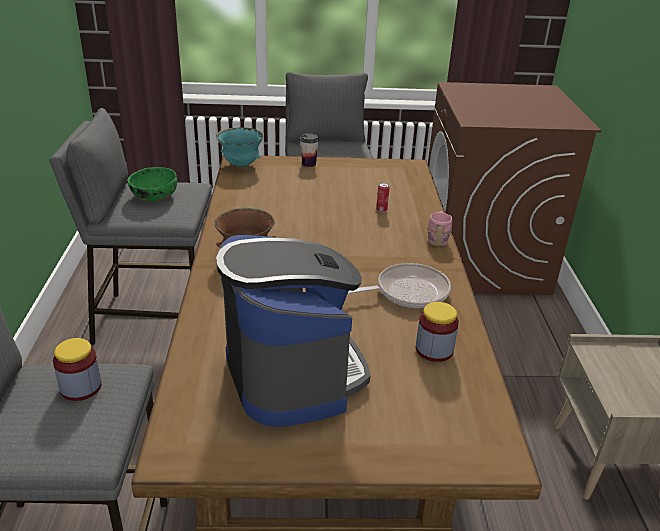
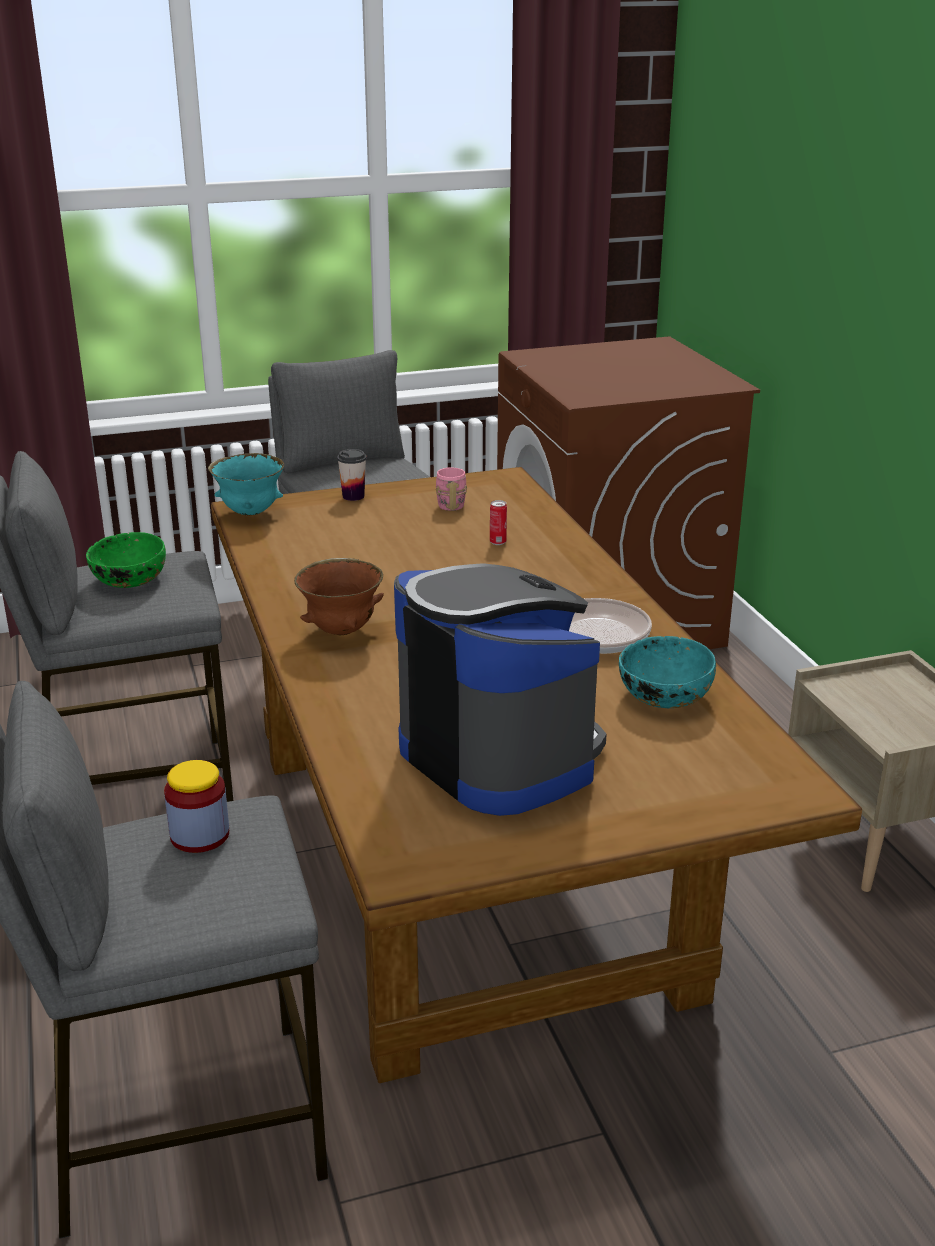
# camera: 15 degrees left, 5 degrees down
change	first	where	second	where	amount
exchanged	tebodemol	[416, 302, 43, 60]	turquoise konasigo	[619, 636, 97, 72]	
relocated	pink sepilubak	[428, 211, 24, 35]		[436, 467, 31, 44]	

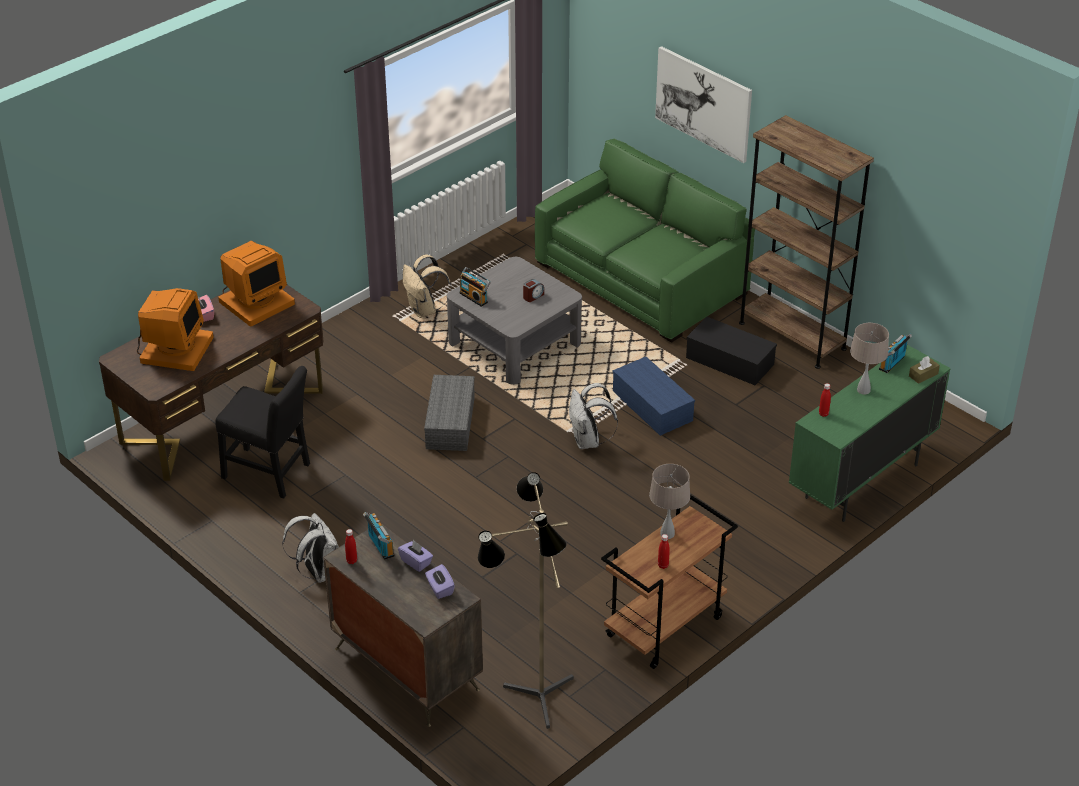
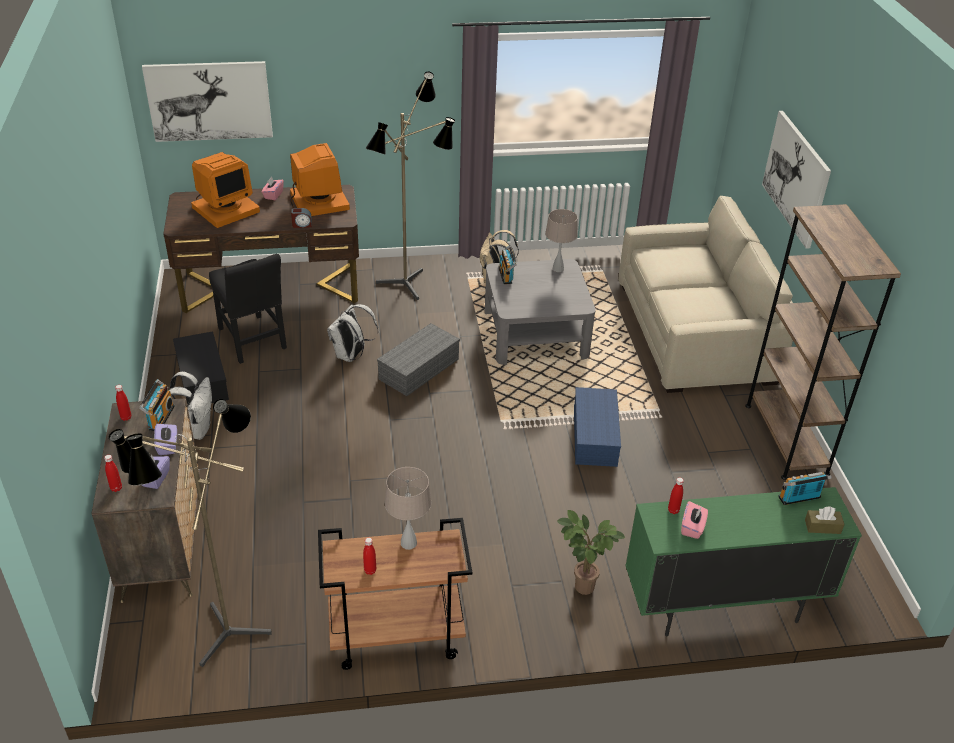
# camera: 35 degrees right, 0 degrees up
change	first	where	second	where	amount
spun	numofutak	[218, 240, 77, 86]		[290, 143, 60, 73]	105 degrees counterclockwise
relocated	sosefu	[523, 279, 21, 23]		[291, 208, 21, 20]	
colour	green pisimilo	[535, 139, 220, 204]	beige pisimilo	[618, 195, 175, 198]	
relocated	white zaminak	[569, 383, 49, 66]		[327, 304, 51, 58]	
relocated	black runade	[686, 317, 91, 68]		[173, 331, 56, 73]	
relocated	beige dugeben	[850, 323, 39, 72]		[545, 209, 33, 63]	
appeared			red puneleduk	[104, 455, 18, 37]	
appeared			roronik	[142, 61, 131, 81]	
appeared			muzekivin	[365, 72, 90, 228]	
appeared			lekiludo	[557, 510, 68, 85]	
appeared			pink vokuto	[681, 501, 27, 38]	

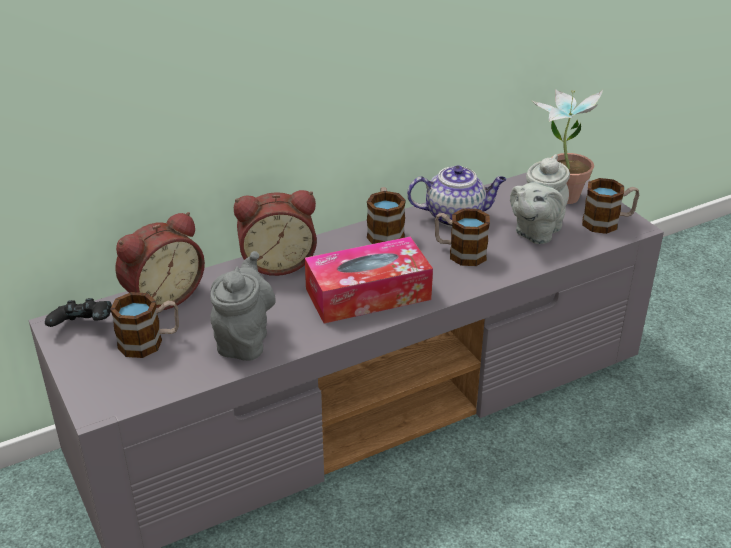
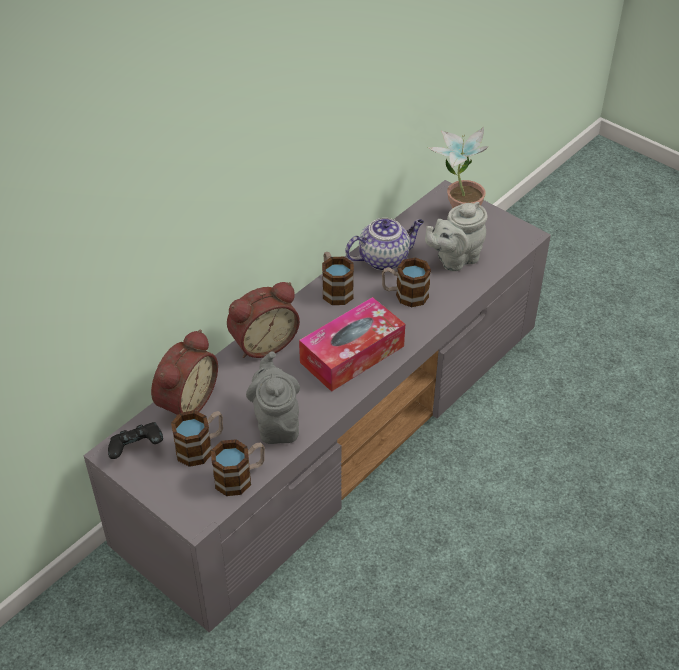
# camera: 20 degrees left, 10 degrees up
change	first	where	second	where	amount
spun	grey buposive	[510, 154, 60, 90]		[425, 202, 63, 69]	45 degrees clockwise
relocated	sepilubak	[582, 178, 57, 56]		[211, 439, 54, 57]	

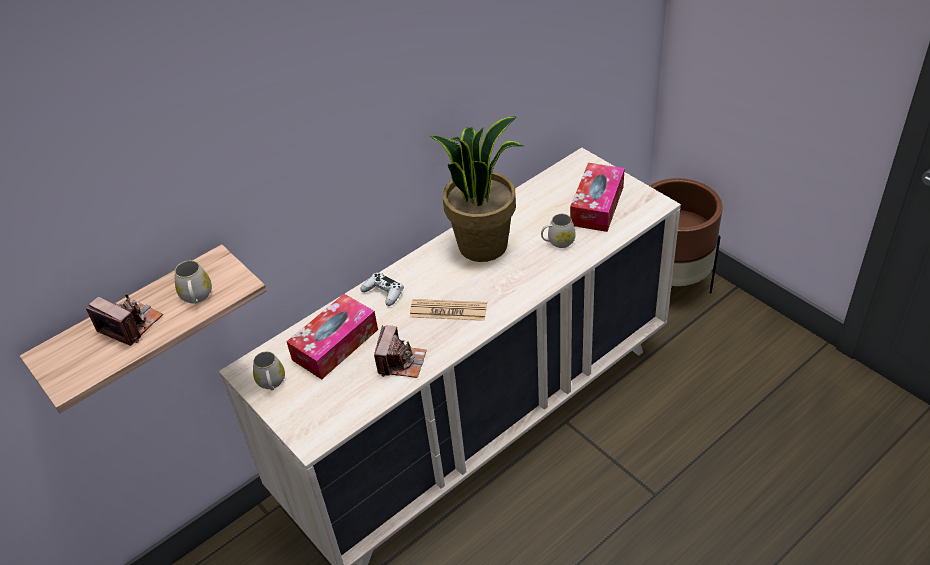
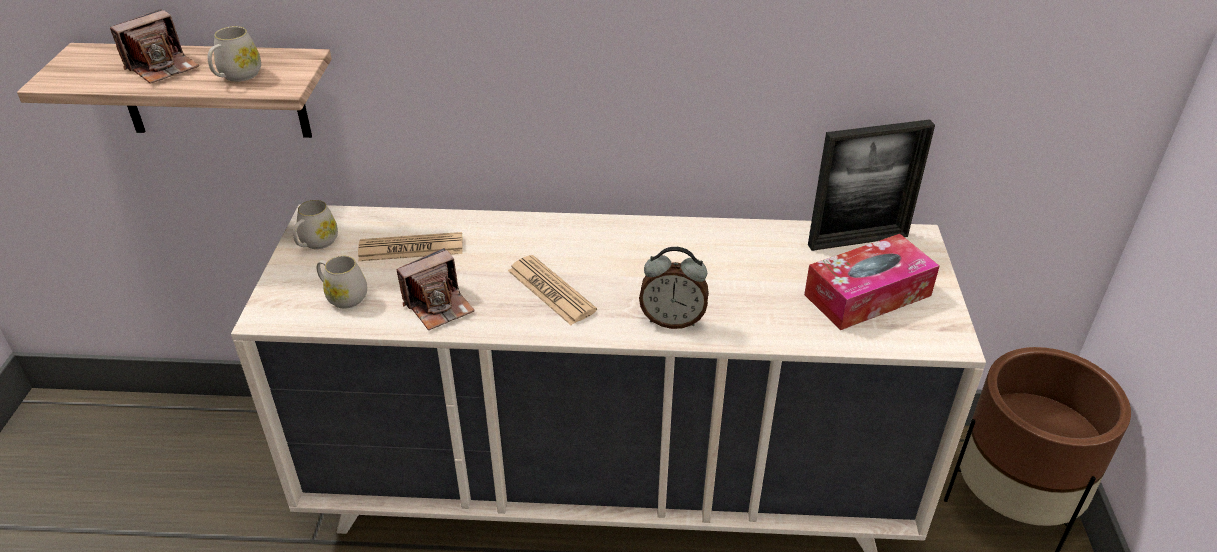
# camera: 40 degrees right, 5 degrees down
change	first	where	second	where	amount
spun	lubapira	[86, 293, 77, 53]		[110, 9, 89, 75]	60 degrees clockwise
exchanged	vokuto	[286, 294, 92, 85]	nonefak	[358, 232, 105, 29]	
missing	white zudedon	[360, 273, 44, 33]			
missing	lekiludo	[430, 116, 93, 146]			
relocated	white sepilubak	[541, 214, 35, 34]		[317, 256, 50, 52]	
appeared			sosefu	[639, 247, 70, 82]	
appeared			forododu	[808, 119, 127, 132]	

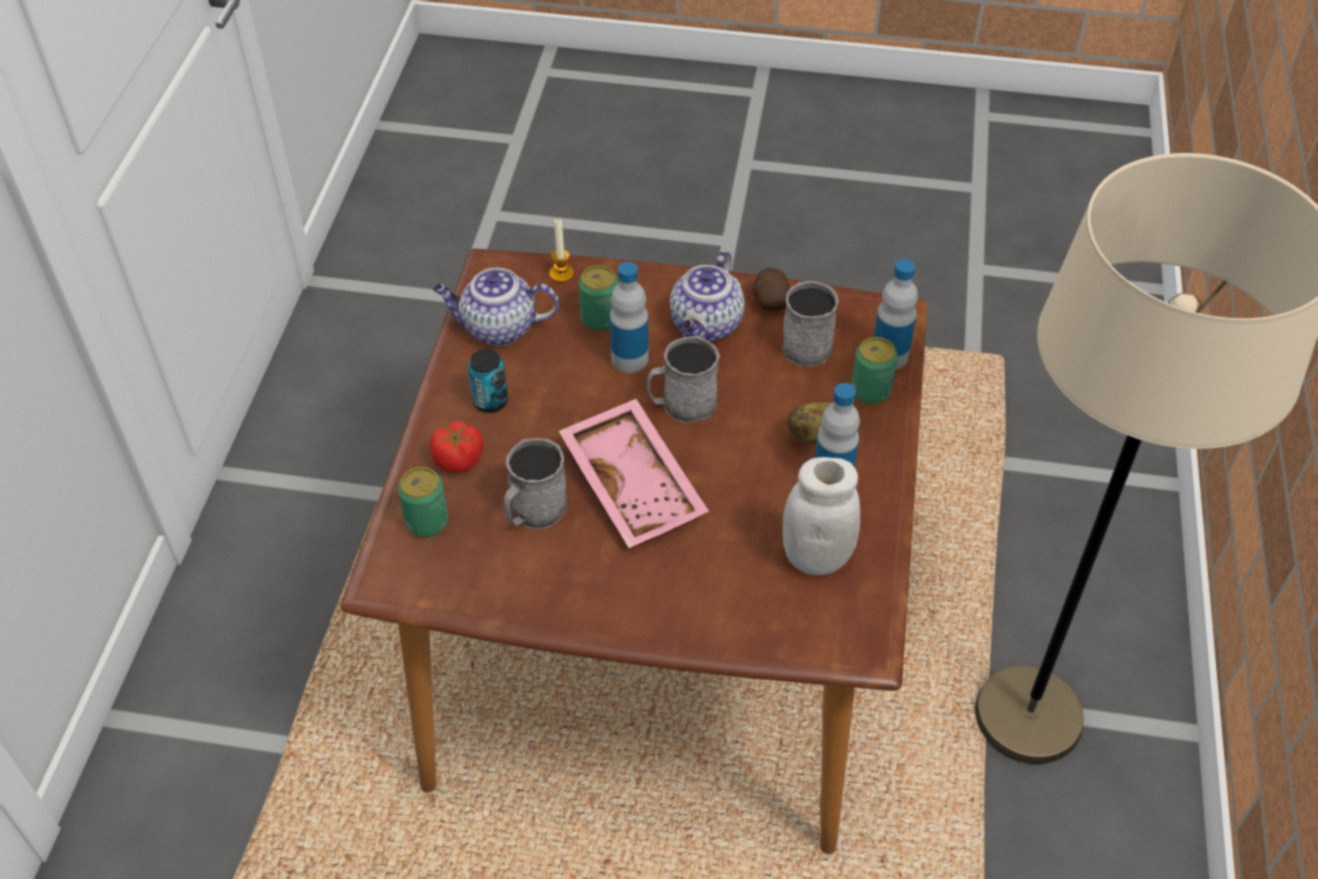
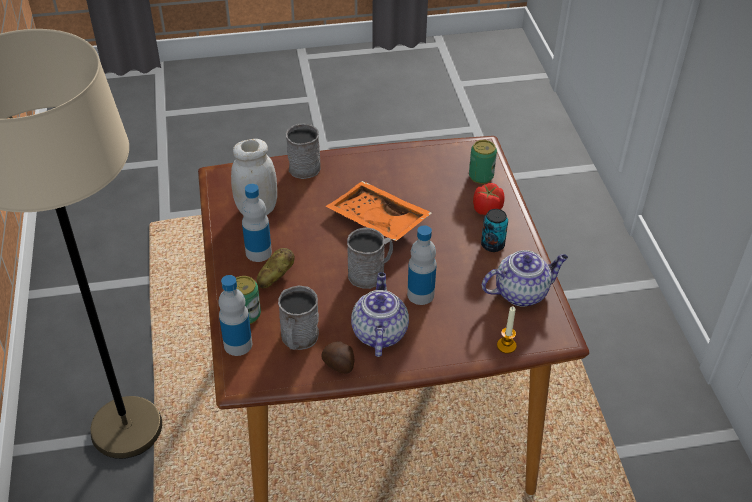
# camera: 160 degrees right, 5 degrees down
change	first	where	second	where	amount
relocated	grey sepilubak	[503, 438, 64, 92]		[286, 124, 35, 55]	
colour	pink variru	[559, 399, 150, 149]	orange variru	[326, 181, 106, 60]	
missing	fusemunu	[579, 265, 39, 67]			

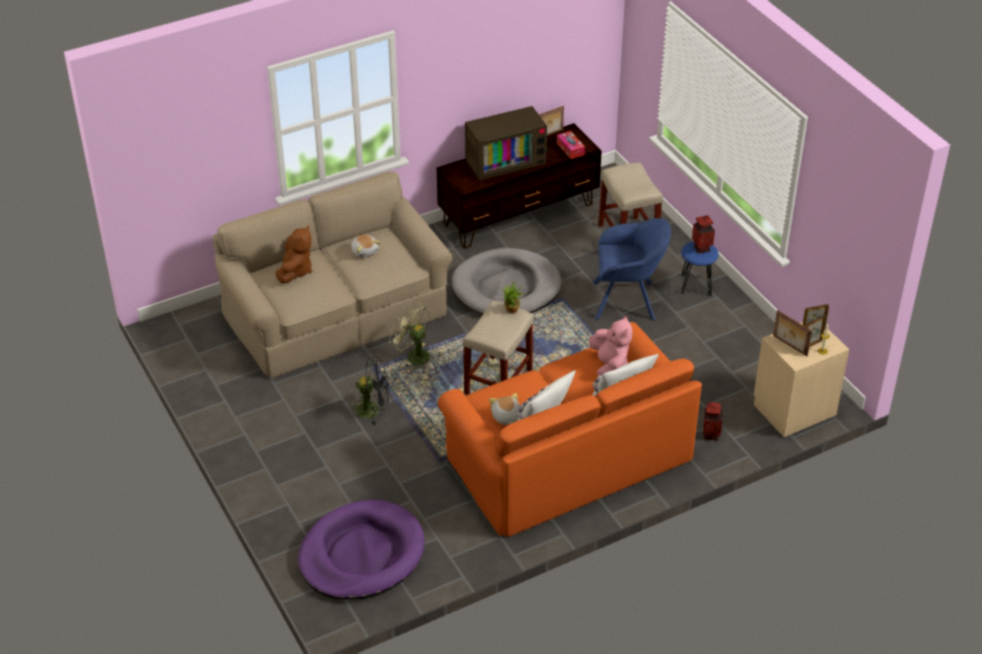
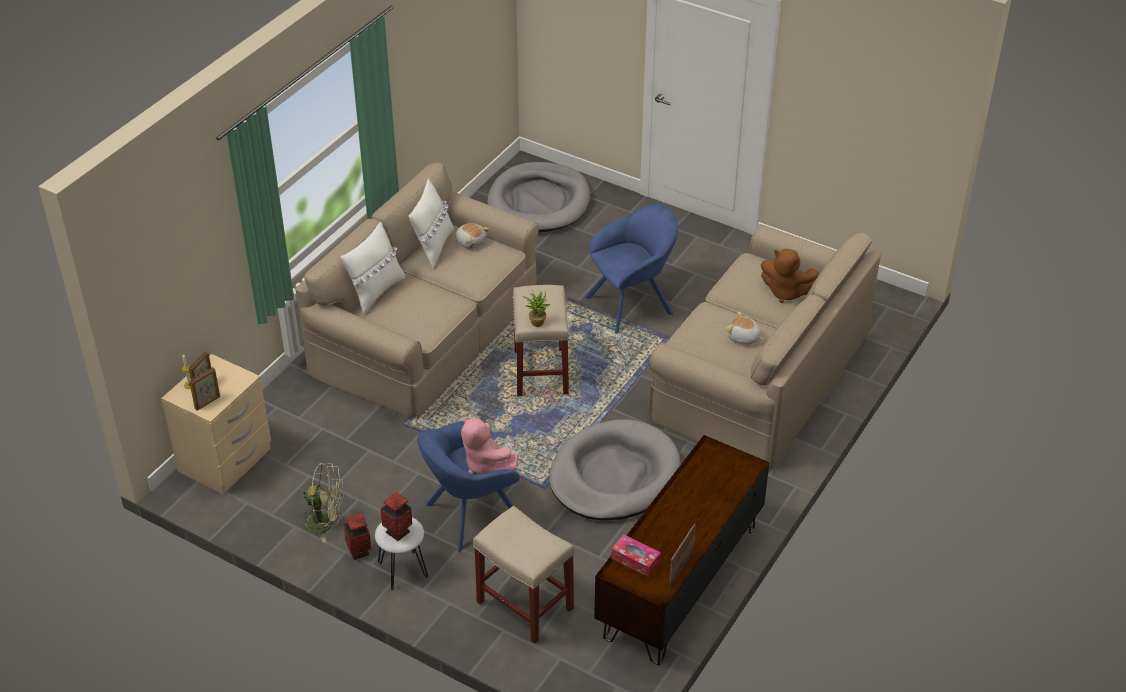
# camera: 150 degrees right, 0 degrees up
change	first	where	second	where	amount
spun	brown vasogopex	[275, 225, 37, 58]		[761, 249, 58, 54]	45 degrees counterclockwise
colour	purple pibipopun	[298, 499, 127, 101]	grey pibipopun	[487, 162, 103, 70]	
exchanged	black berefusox	[349, 357, 40, 68]	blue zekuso	[585, 204, 93, 130]	
relocated	green berefusox	[389, 302, 41, 68]		[299, 463, 46, 80]	
colour	orange pisimilo	[438, 322, 264, 215]	beige pisimilo	[295, 163, 244, 256]	
missing	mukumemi	[465, 106, 82, 74]			
relocated	pink vasogopex	[589, 315, 43, 61]		[461, 417, 57, 57]	
colour	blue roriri	[681, 241, 38, 55]	white roriri	[375, 517, 53, 74]	
relocated	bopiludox	[703, 402, 20, 39]		[344, 513, 27, 47]	
missing	forododu	[773, 310, 39, 46]			

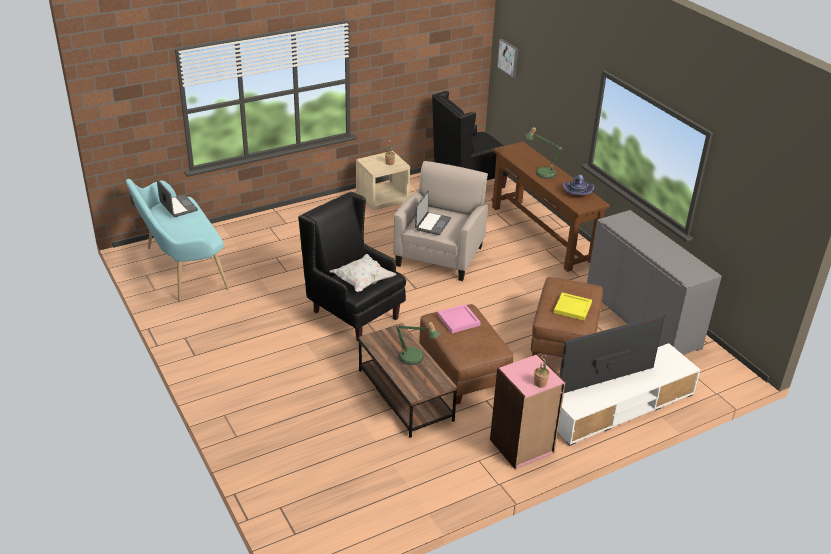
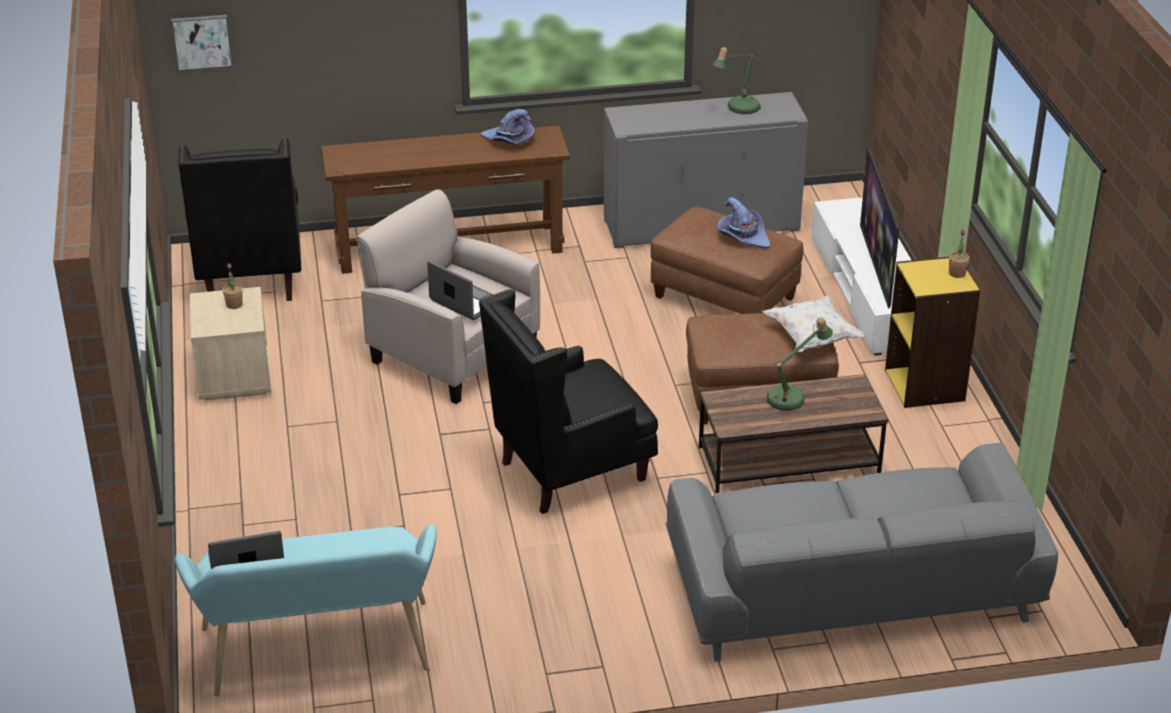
# camera: 70 degrees left, 0 degrees up
change	first	where	second	where	amount
relocated	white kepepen	[330, 254, 67, 38]		[762, 296, 102, 56]	
missing	pink variru	[437, 304, 44, 29]			
colour	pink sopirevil	[490, 354, 76, 115]	yellow sopirevil	[885, 257, 96, 151]	
relocated	dugeben	[525, 127, 39, 52]		[712, 47, 49, 67]	
exchanged	yellow variru	[554, 292, 38, 29]	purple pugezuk	[717, 197, 53, 51]	
appeared			grey pisimilo	[665, 443, 393, 219]	

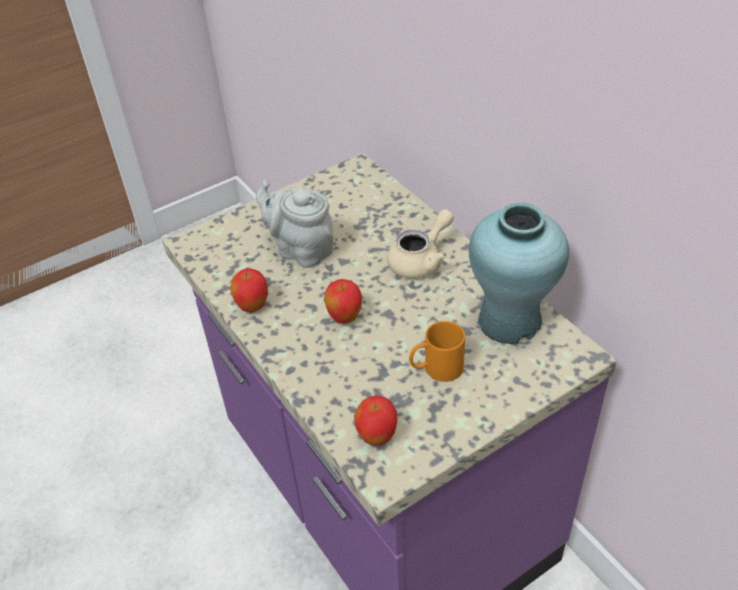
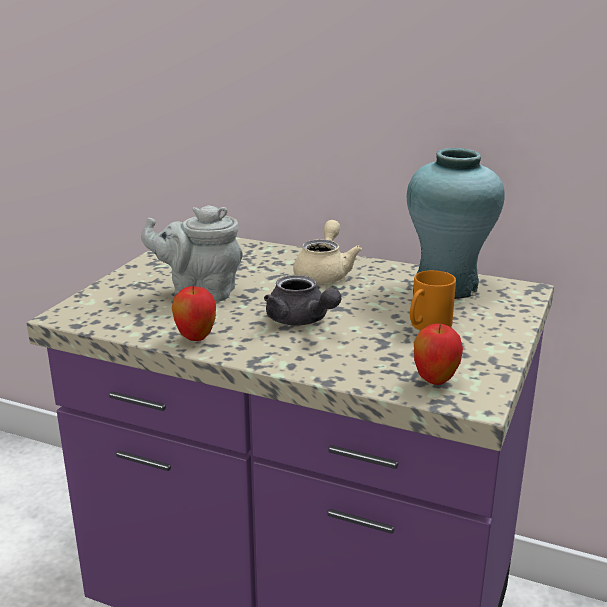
# camera: 35 degrees left, 20 degrees down
change	first	where	second	where	amount
exchanged	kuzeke	[324, 279, 38, 45]	grey buposive	[264, 275, 77, 51]	

